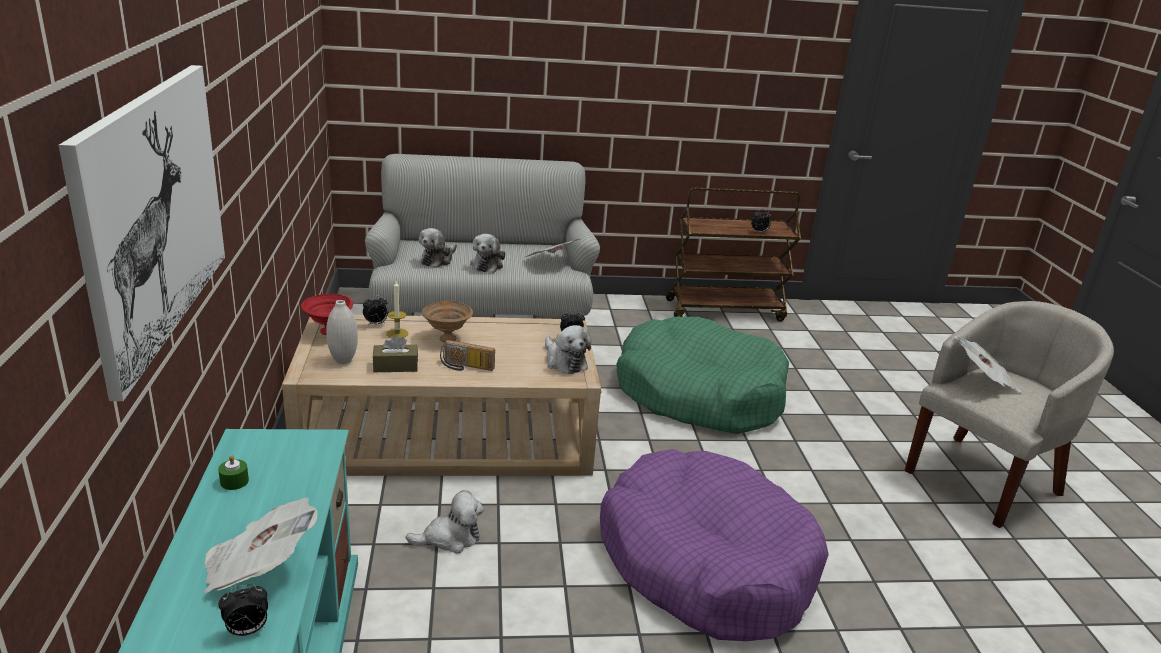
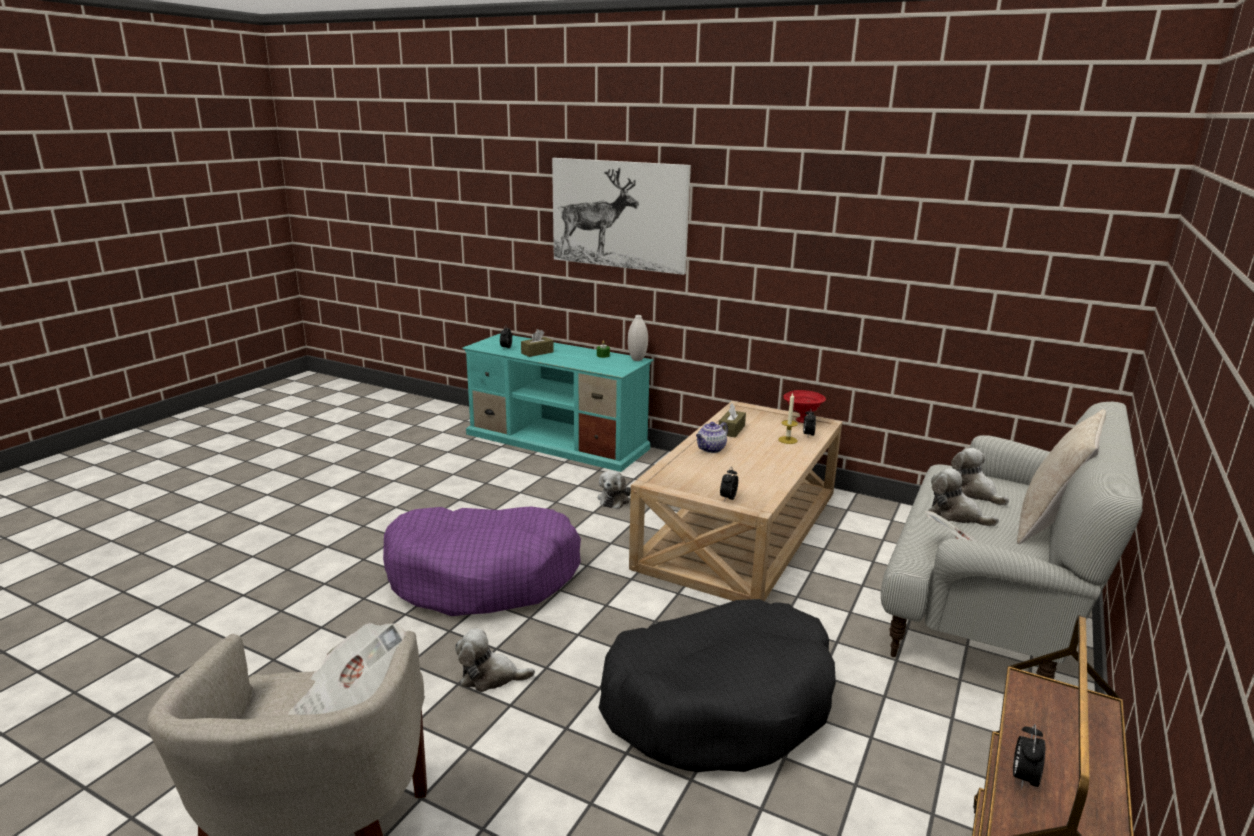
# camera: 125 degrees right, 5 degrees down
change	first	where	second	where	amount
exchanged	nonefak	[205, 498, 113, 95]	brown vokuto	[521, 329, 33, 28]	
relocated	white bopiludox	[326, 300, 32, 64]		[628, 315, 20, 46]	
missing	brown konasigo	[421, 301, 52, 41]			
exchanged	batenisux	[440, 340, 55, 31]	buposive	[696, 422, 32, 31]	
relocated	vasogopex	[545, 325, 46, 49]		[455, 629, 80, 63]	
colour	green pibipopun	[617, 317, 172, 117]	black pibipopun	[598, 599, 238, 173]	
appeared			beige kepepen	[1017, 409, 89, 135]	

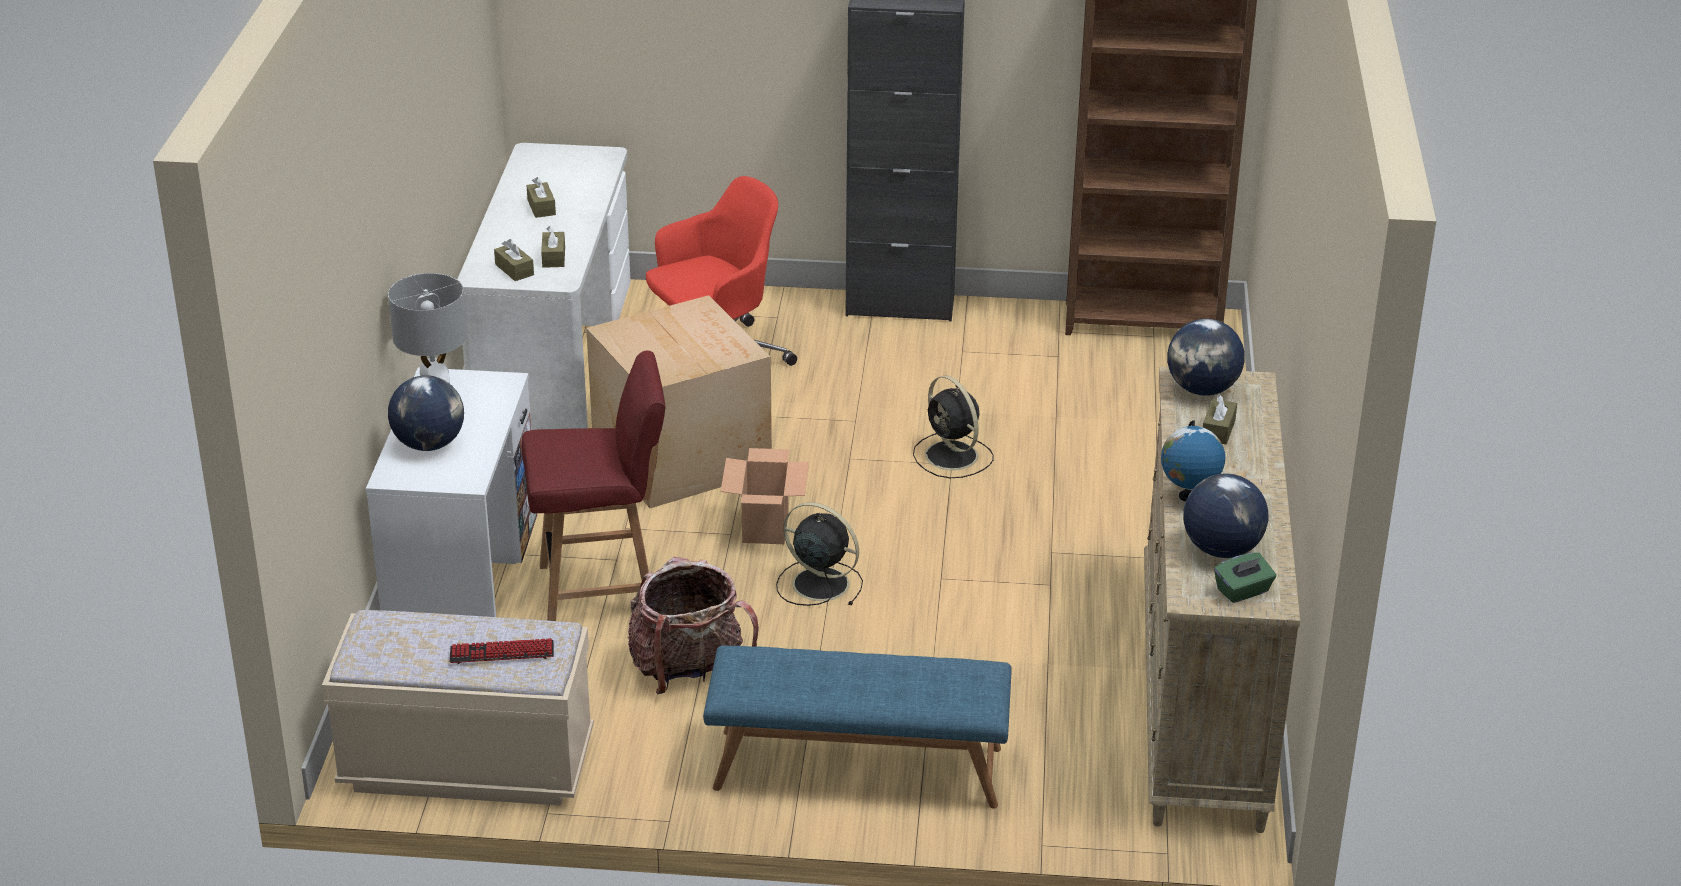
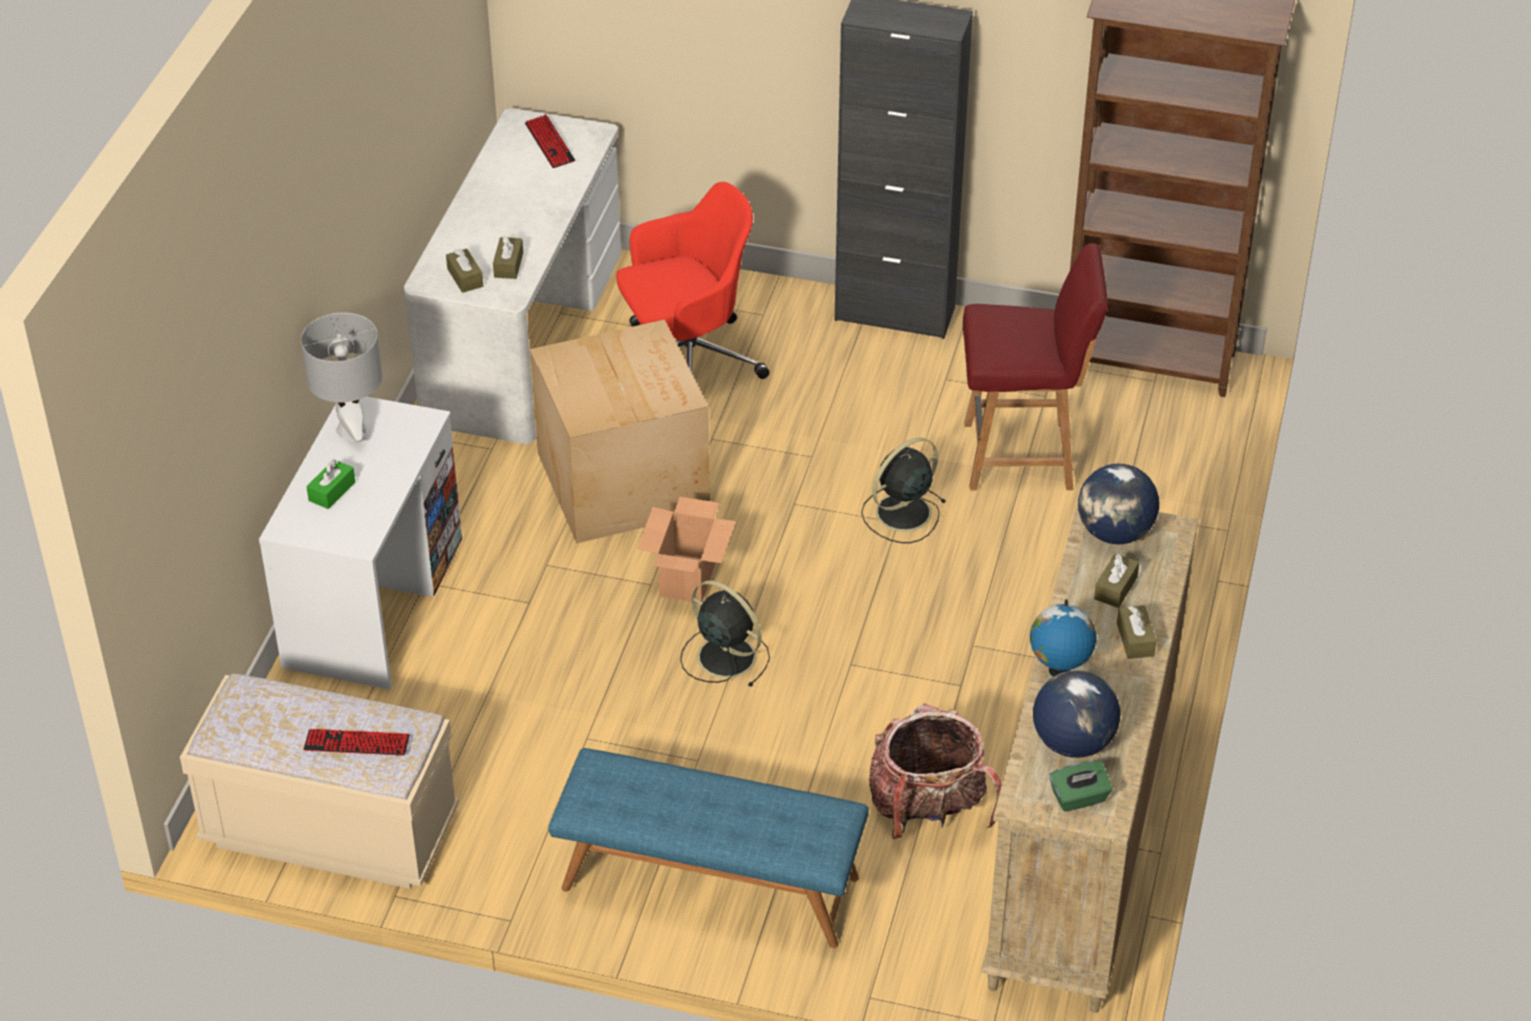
# camera: 10 degrees right, 10 degrees up
change	first	where	second	where	amount
exchanged	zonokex	[388, 375, 76, 76]	green vokuto	[306, 460, 49, 49]	
relocated	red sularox	[521, 350, 144, 271]		[963, 243, 145, 248]	
relocated	brown vokuto	[526, 177, 30, 41]		[1117, 605, 39, 54]	
relocated	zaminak	[628, 557, 131, 138]		[869, 703, 133, 136]	
spun	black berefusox	[913, 375, 80, 103]		[861, 437, 85, 106]	75 degrees clockwise
appeared			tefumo	[525, 114, 50, 54]	

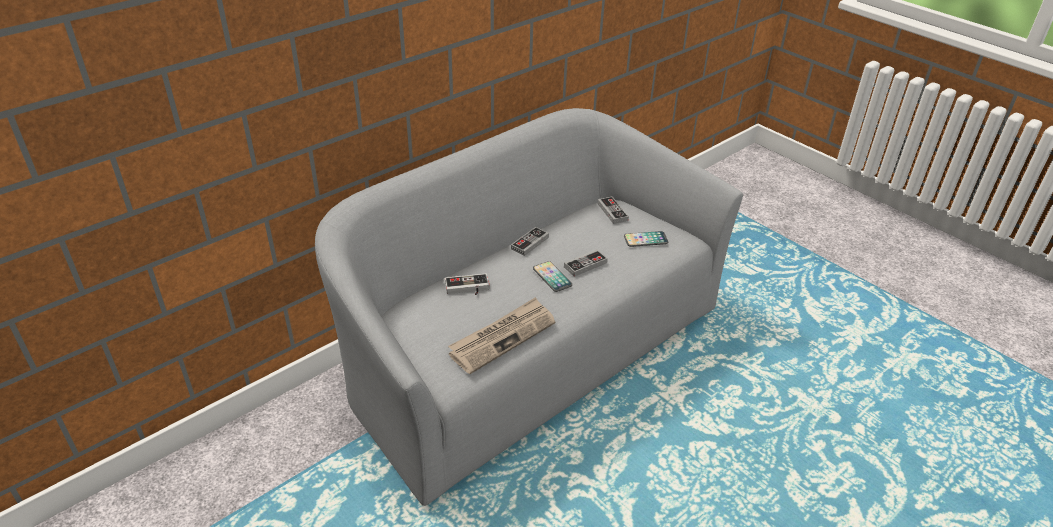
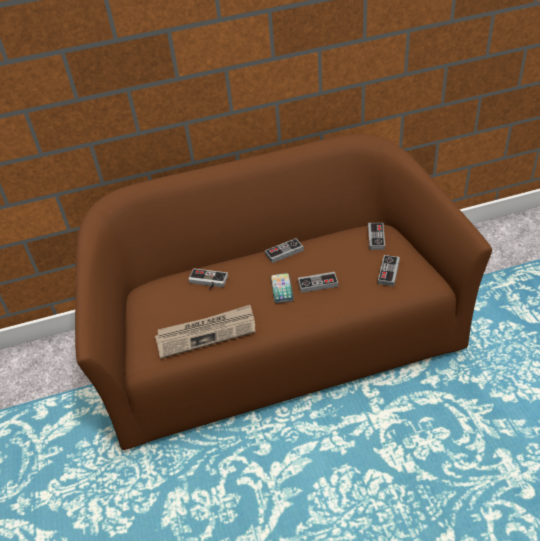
# camera: 30 degrees right, 5 degrees up
change	first	where	second	where	amount
colour	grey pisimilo	[315, 108, 428, 398]	brown pisimilo	[75, 134, 417, 316]	
exchanged	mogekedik	[624, 231, 44, 16]	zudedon	[378, 255, 22, 31]	

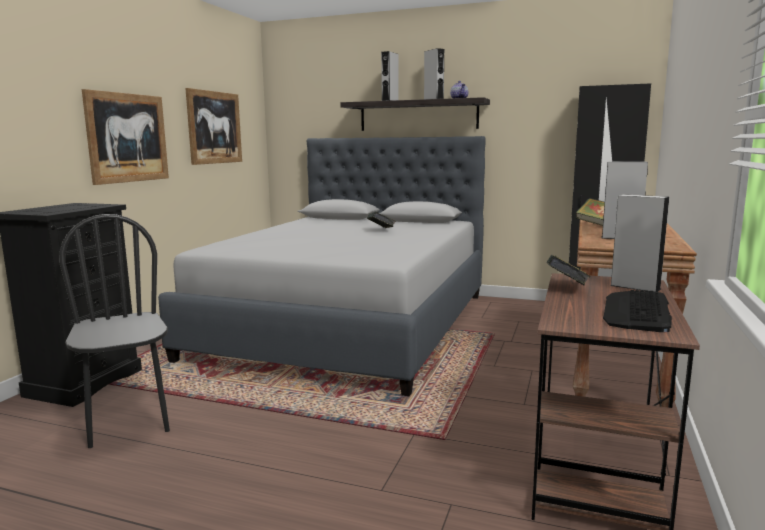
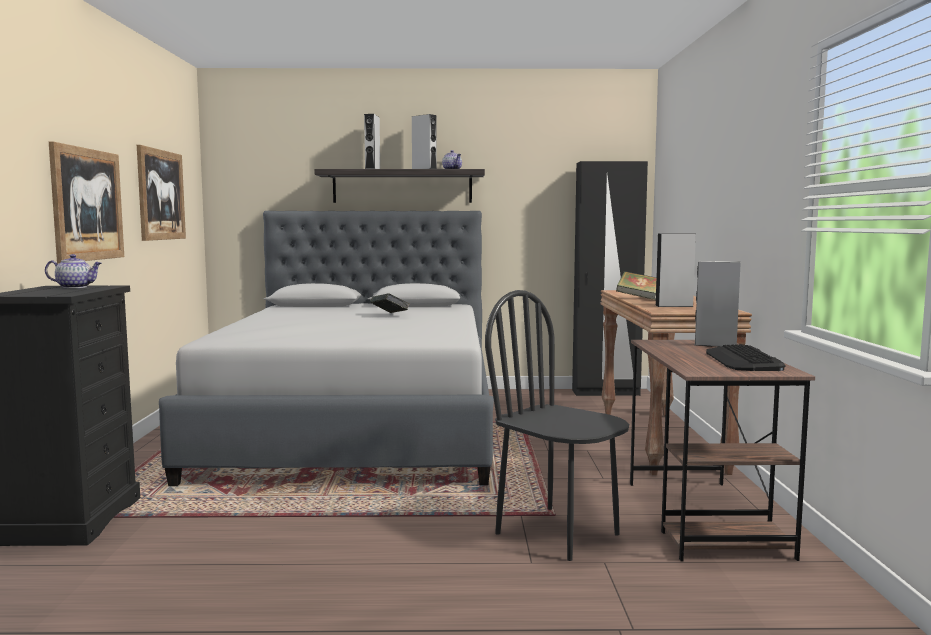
# camera: 20 degrees left, 5 degrees down
change	first	where	second	where	amount
relocated	black sularox	[59, 214, 111, 234]		[485, 290, 144, 271]	
missing	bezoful	[547, 255, 44, 30]			
appeared			buposive	[45, 254, 57, 34]	

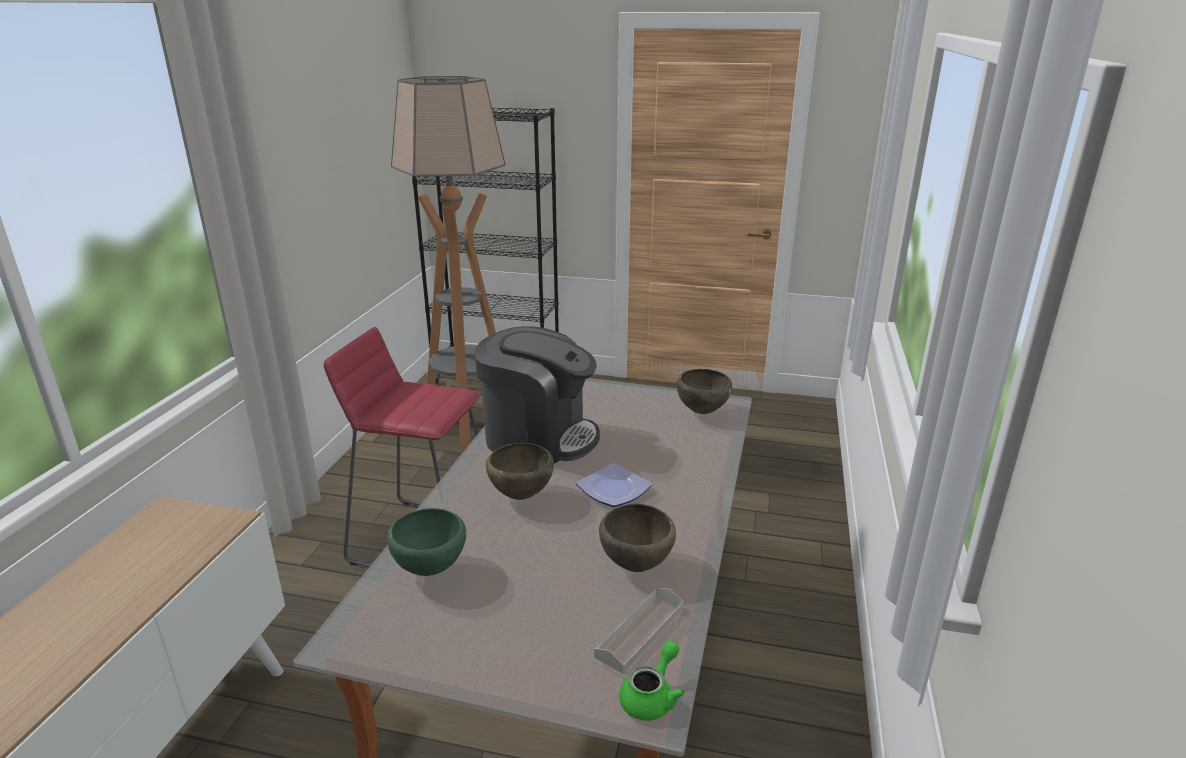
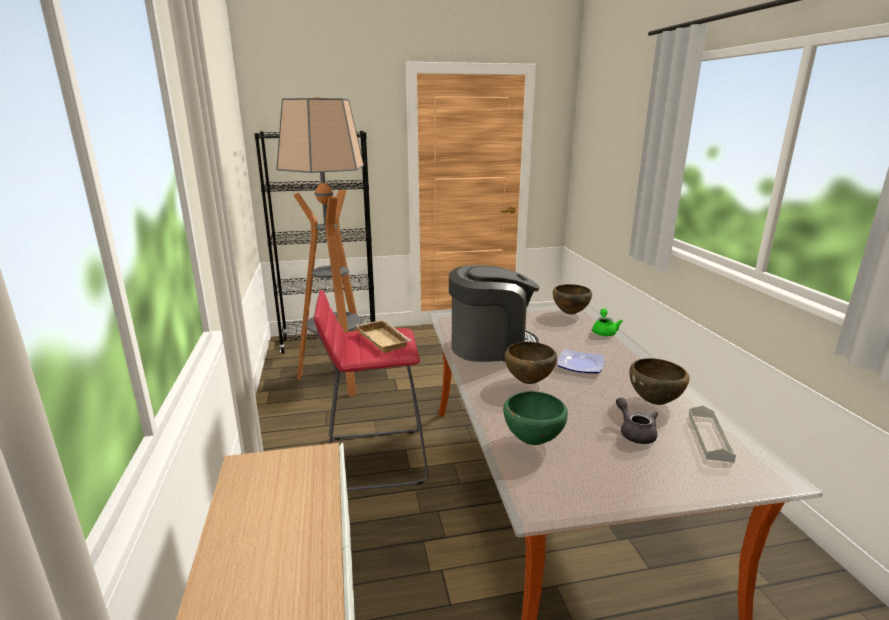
# camera: 25 degrees left, 5 degrees down
change	first	where	second	where	amount
relocated	green buposive	[619, 640, 66, 81]		[592, 308, 31, 28]	
appeared			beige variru	[356, 320, 56, 33]	
appeared			grey buposive	[616, 397, 42, 47]	

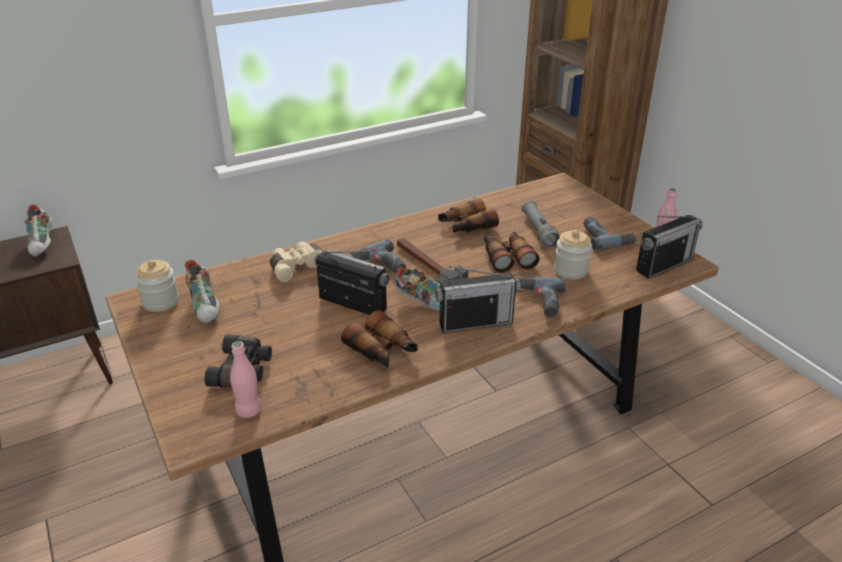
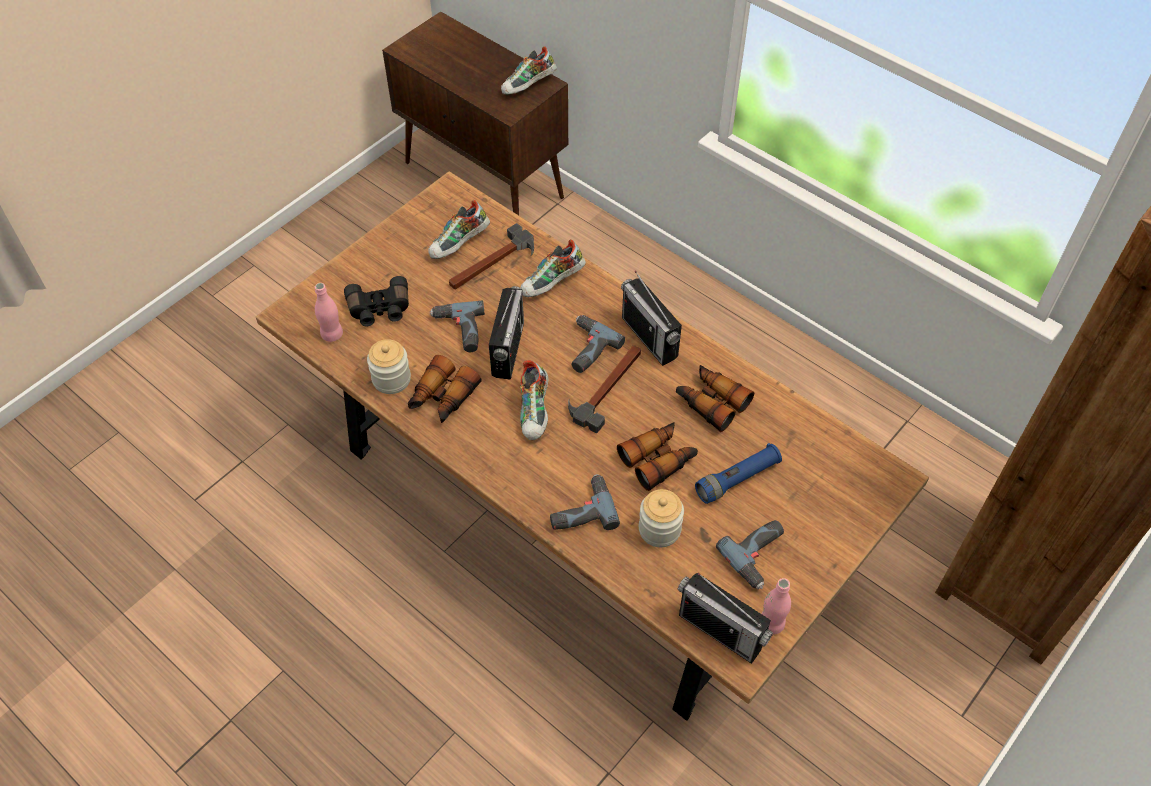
# camera: 70 degrees right, 20 degrees up
change	first	where	second	where	amount
relocated	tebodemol	[135, 260, 44, 52]		[367, 339, 44, 55]	
exchanged	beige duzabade	[270, 242, 53, 40]	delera	[520, 239, 66, 58]	
relocated	batenisux	[435, 266, 86, 67]		[621, 270, 61, 96]	
colour	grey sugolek	[521, 201, 39, 47]	blue sugolek	[695, 443, 87, 61]	
appeared			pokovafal	[429, 301, 56, 51]	
appeared			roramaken	[449, 223, 85, 66]	

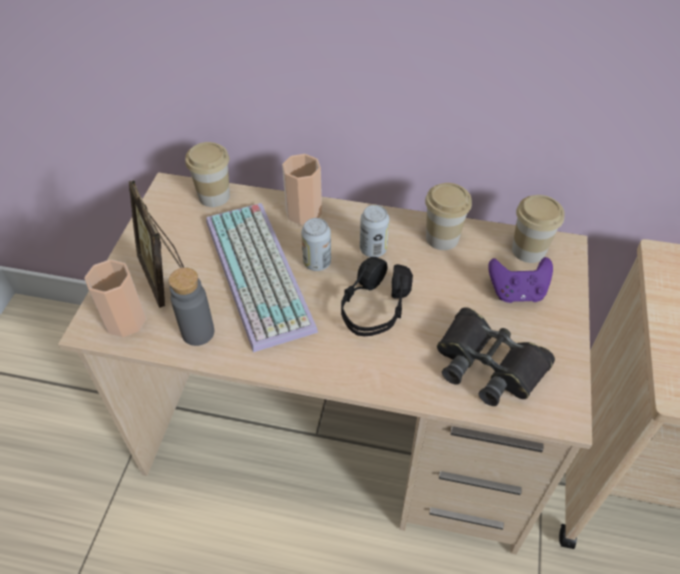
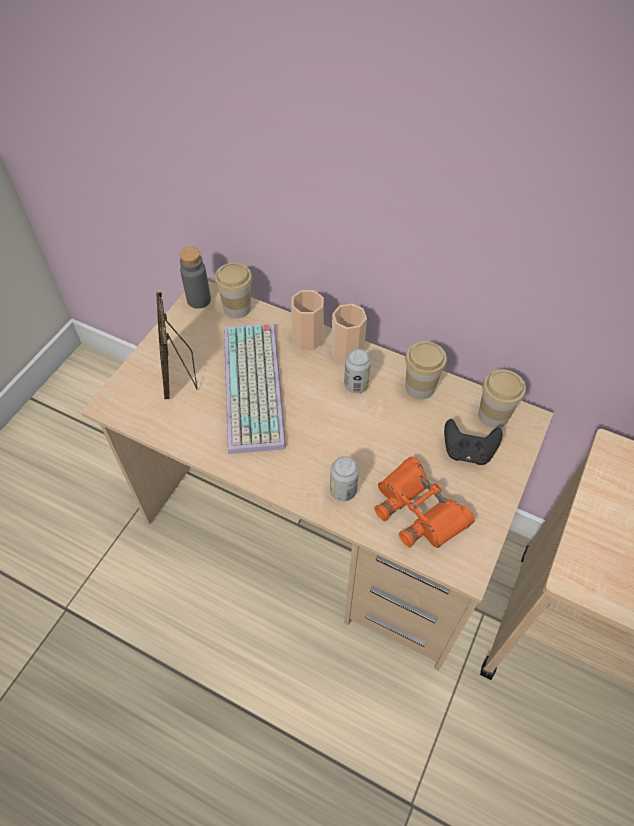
# camera: 15 degrees right, 5 degrees up
change	first	where	second	where	amount
relocated	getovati	[84, 259, 62, 78]		[331, 303, 36, 62]	
relocated	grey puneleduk	[169, 268, 45, 78]		[179, 247, 32, 62]	
relocated	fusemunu	[301, 218, 30, 53]		[330, 456, 29, 46]	
missing	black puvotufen	[341, 257, 72, 79]			
colour	black duzabade	[437, 307, 118, 99]	orange duzabade	[374, 456, 101, 92]	
colour	purple zudedon	[488, 257, 65, 46]	black zudedon	[444, 419, 59, 46]	

